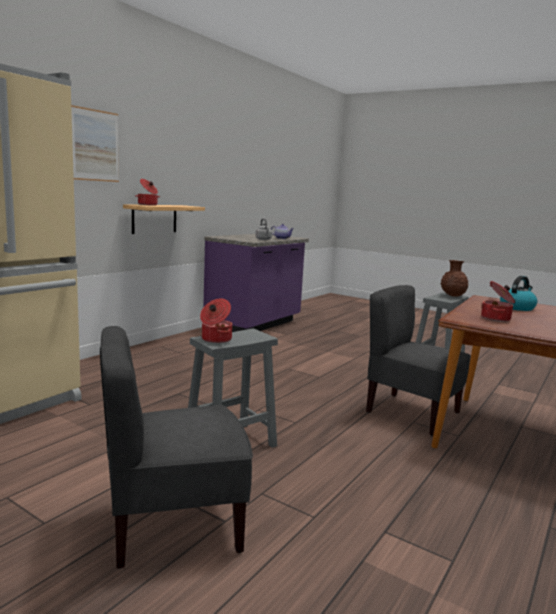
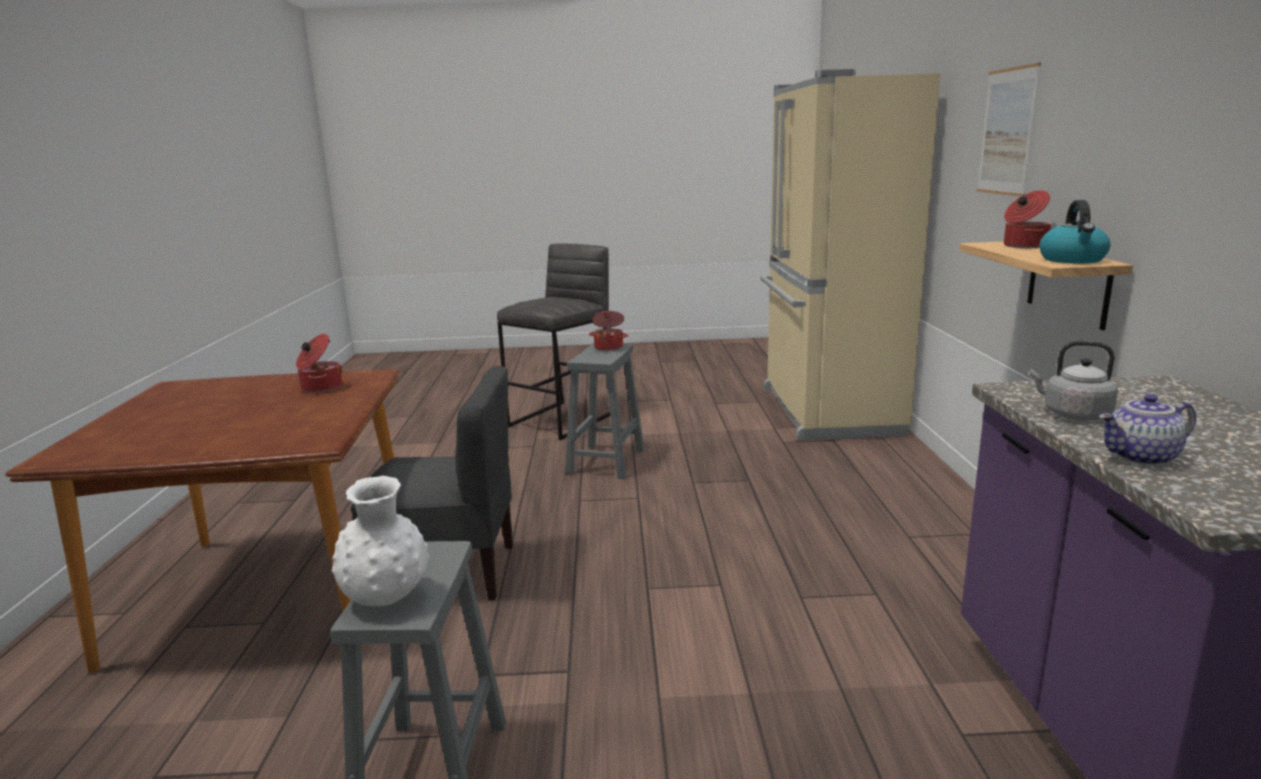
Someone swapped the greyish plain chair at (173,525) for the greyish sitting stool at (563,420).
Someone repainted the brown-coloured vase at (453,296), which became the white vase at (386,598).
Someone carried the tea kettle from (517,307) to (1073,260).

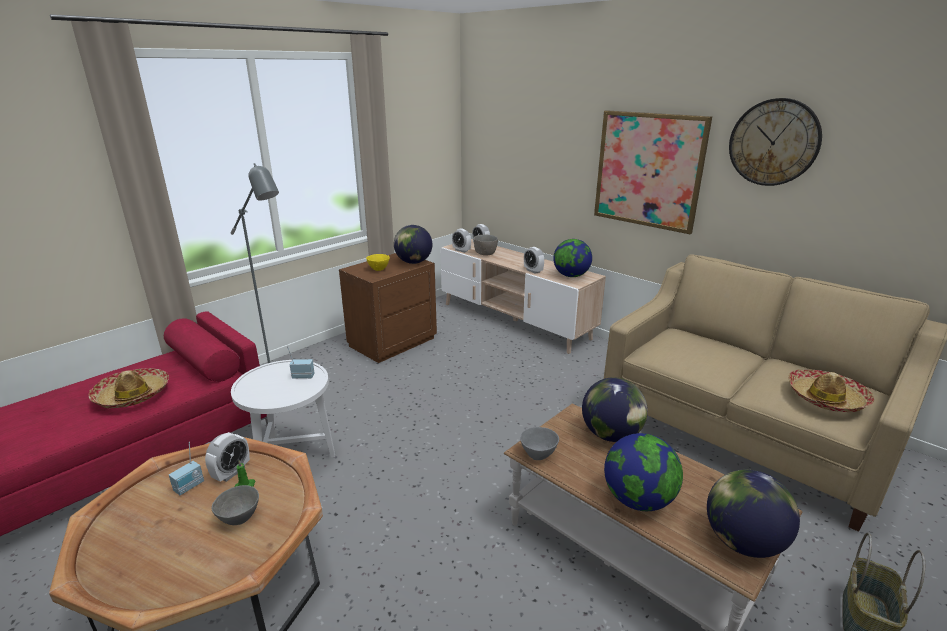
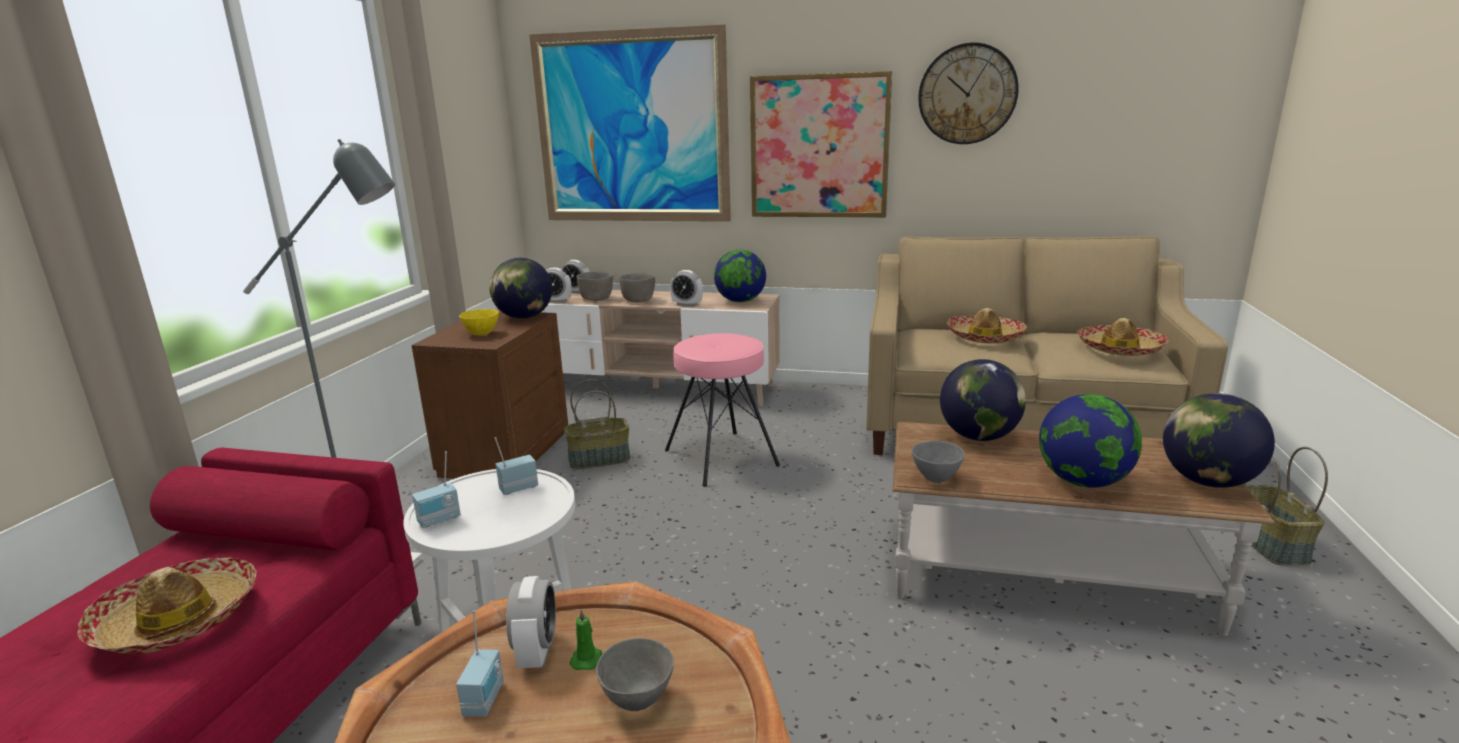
Someone put down the radio at (440,520).
Someone put up the wall picture at (631,129).
Someone put down the basket at (600,459).
Someone put down the greyish deep dish at (639,300).
Someone put down the pinkish sitting stool at (721,457).
Someone put down the hat at (985,337).

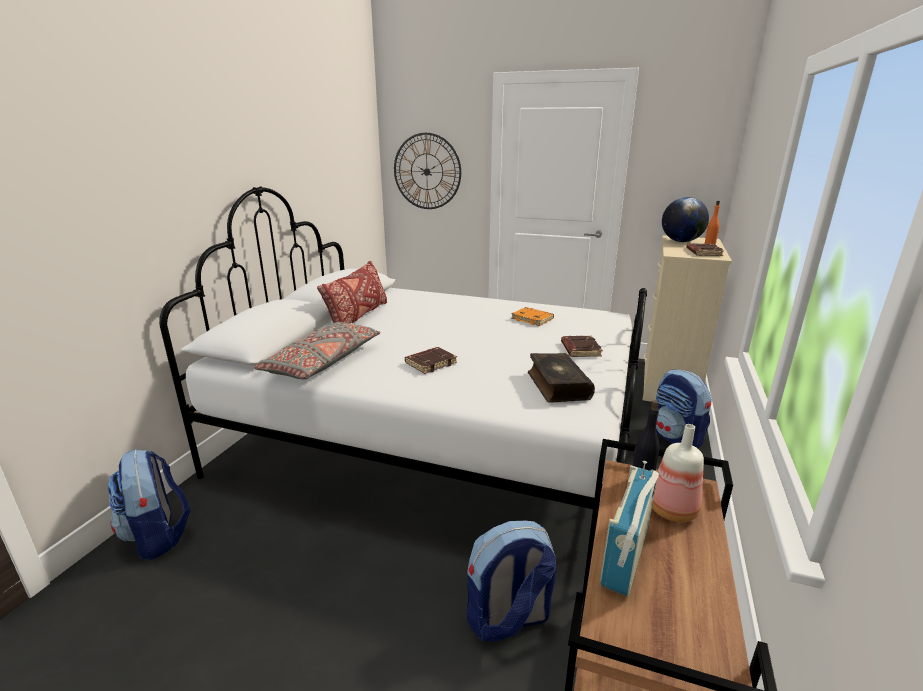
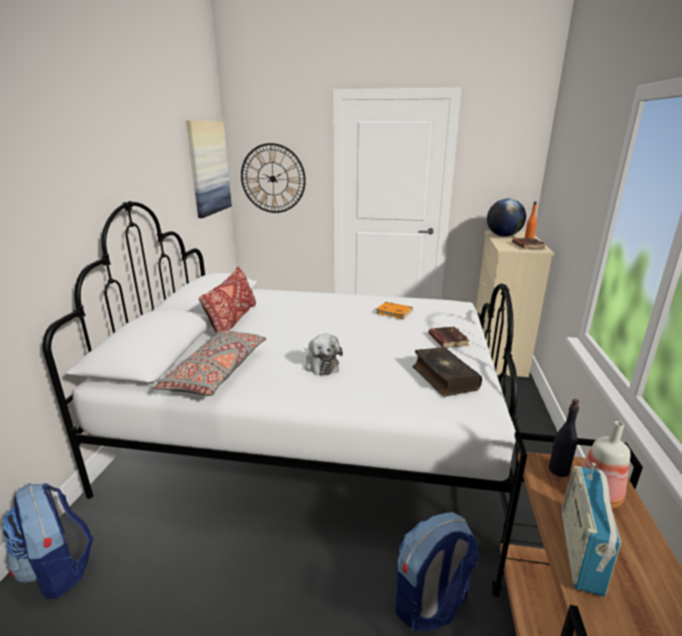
Someone swapped the brown-coloured volume at (430,363) for the cuddly toy at (321,365).
Someone took away the knapsack at (676,438).
Someone put up the wall picture at (208,168).

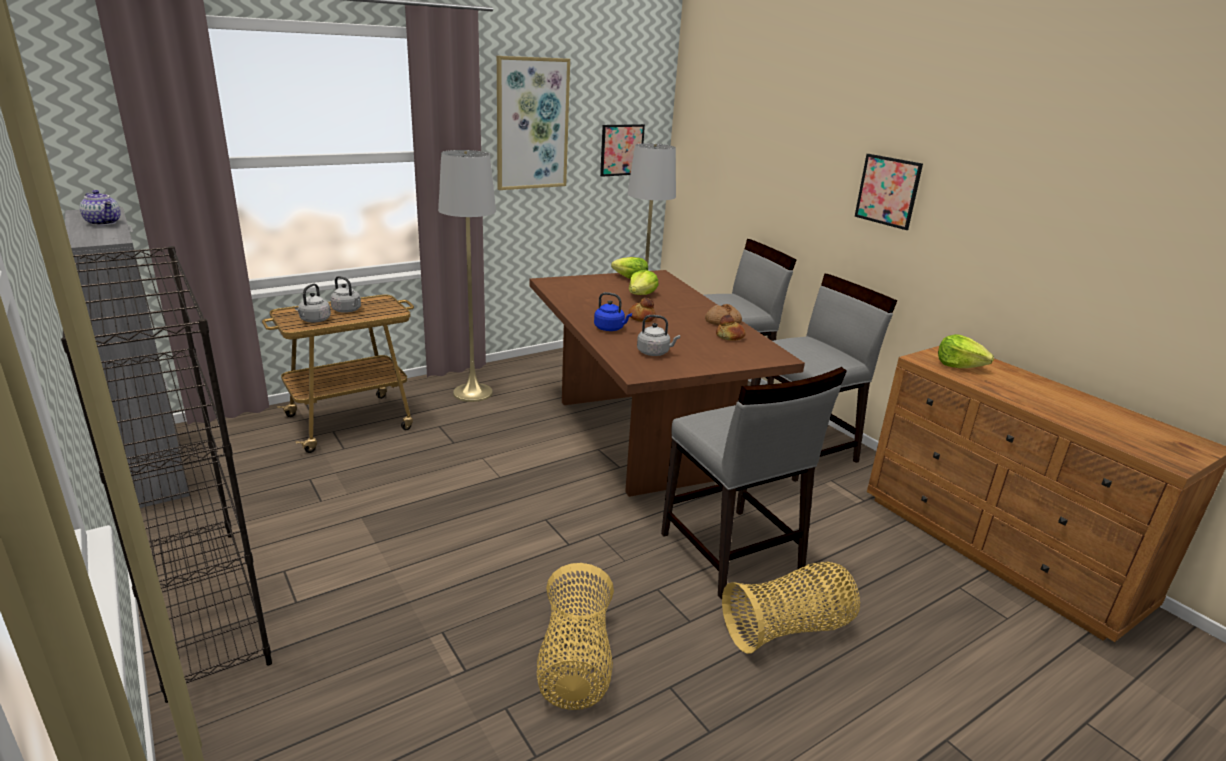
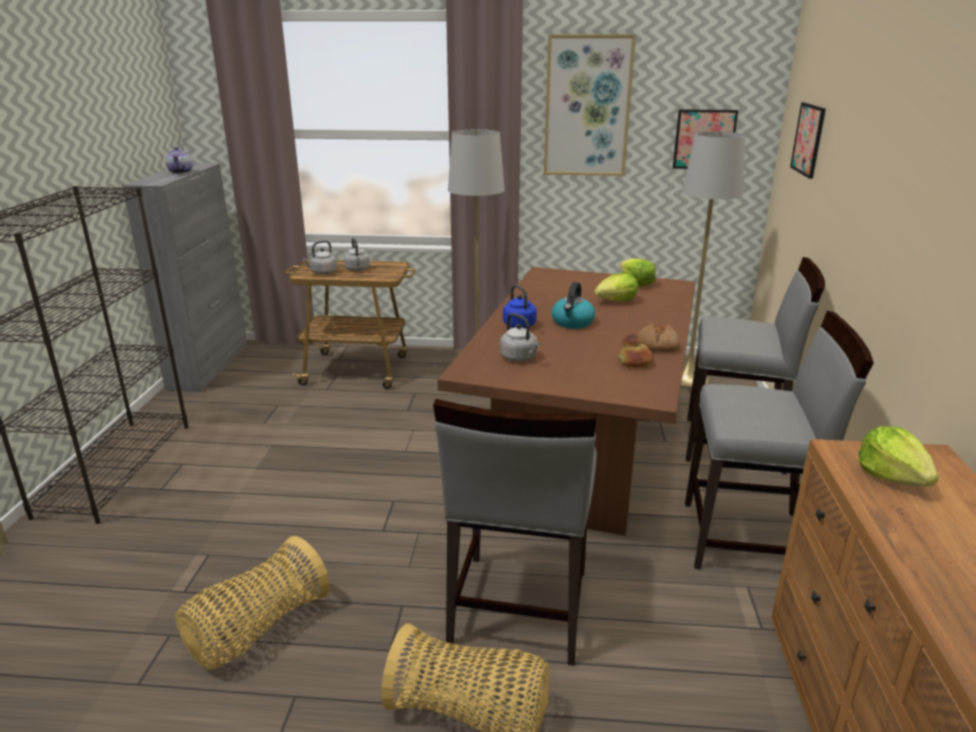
Someone swapped the bakery bread at (642,318) for the tea kettle at (572,322).
Someone carried the wall picture from (888,191) to (808,139).

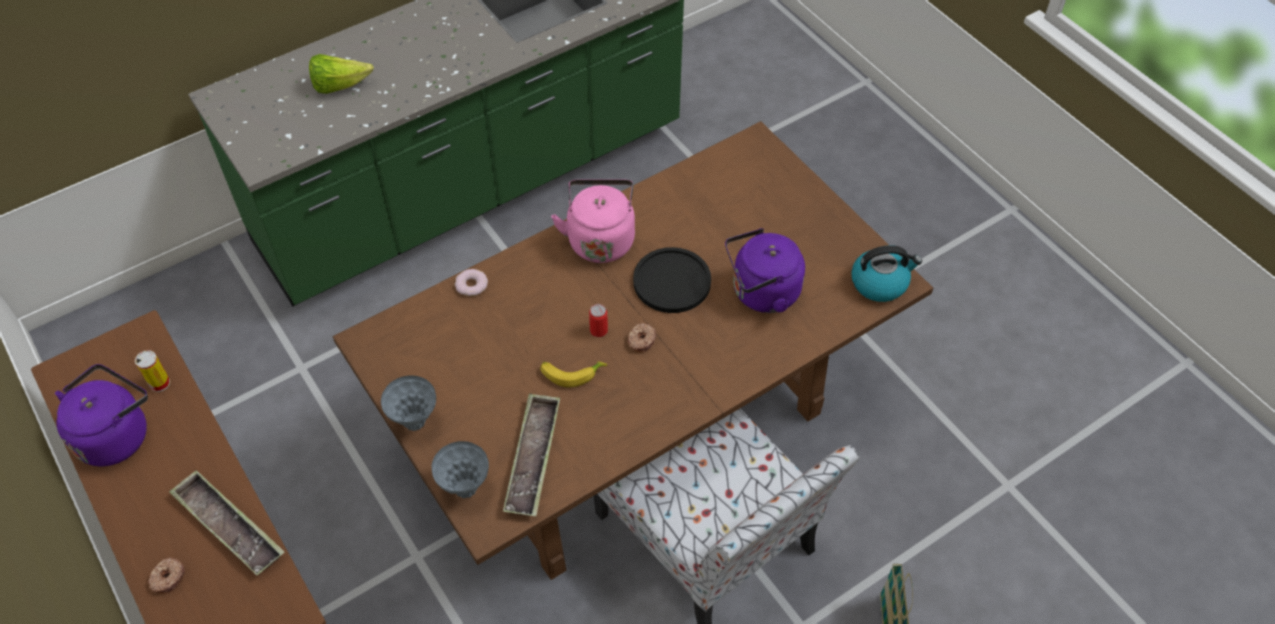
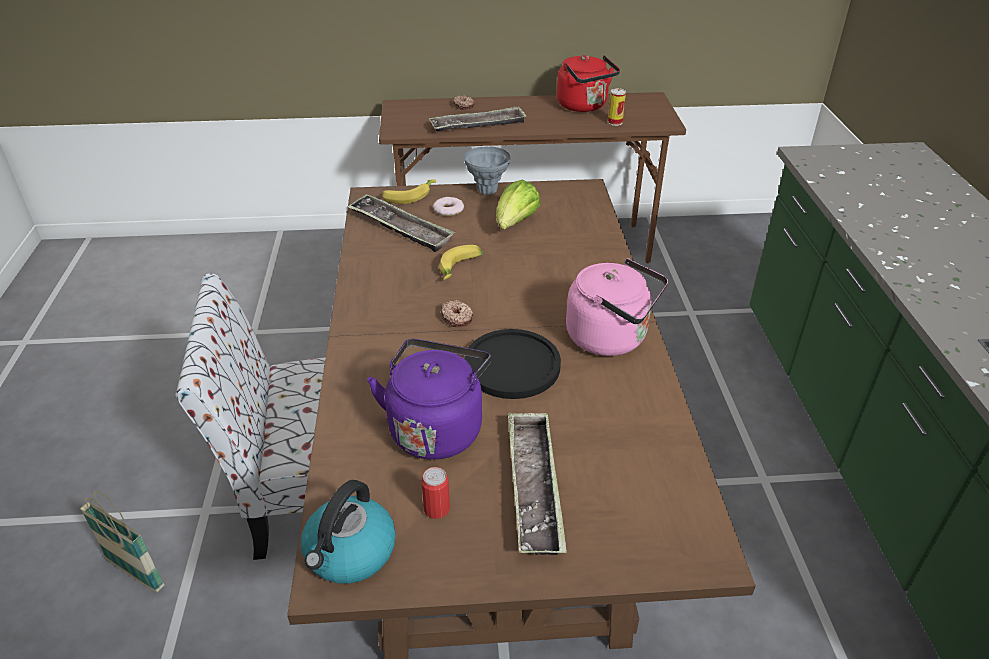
Someone repainted the purple tea kettle at (116,434), which became the red tea kettle at (584,106).
Someone carried the head of lettuce from (339,85) to (515,224).
Someone swapped the greyish vase at (465,488) for the banana fruit at (408,196).
Someone carried the donut from (471,285) to (448,209).
Someone carried the metal can from (598,330) to (436,509).
Someone put down the serving tray at (534,486).

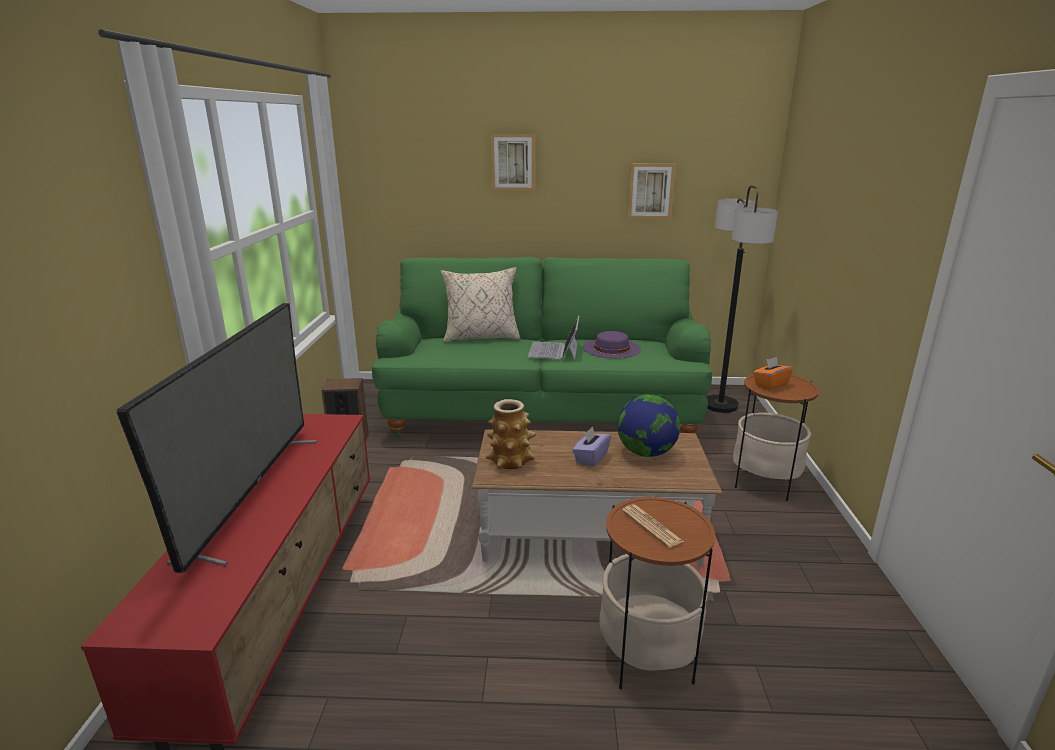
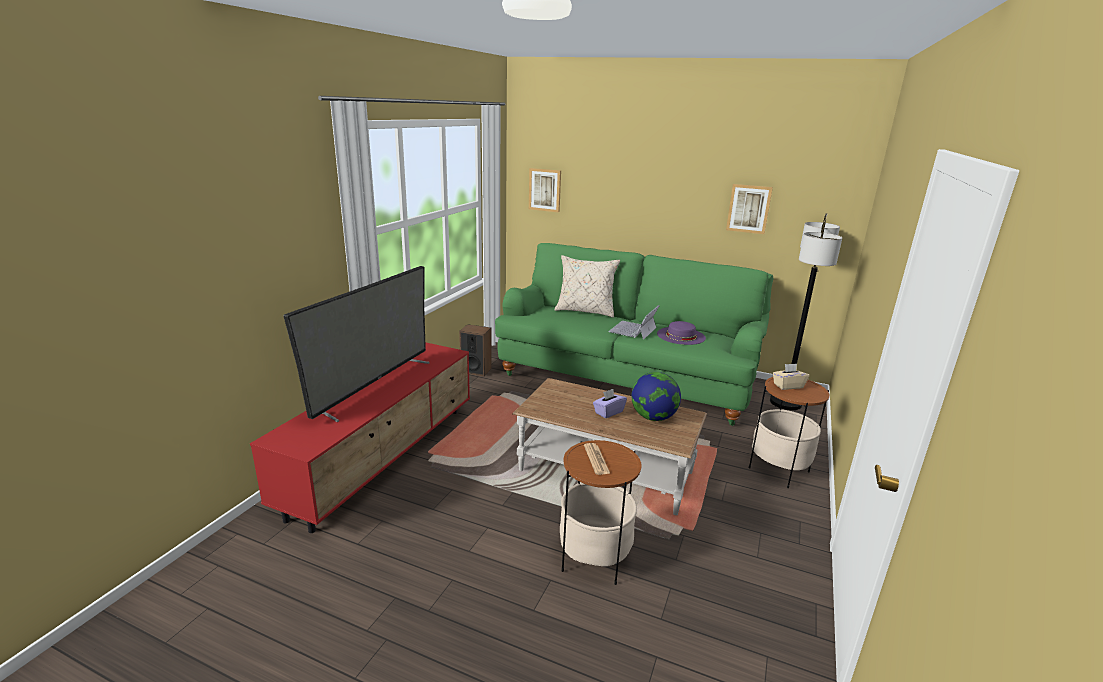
Someone took away the vase at (511,461).
Someone carried the wall picture from (513,162) to (545,190).
Someone repainted the orange tissue holder at (770,384), which became the sand-coloured tissue holder at (788,386).

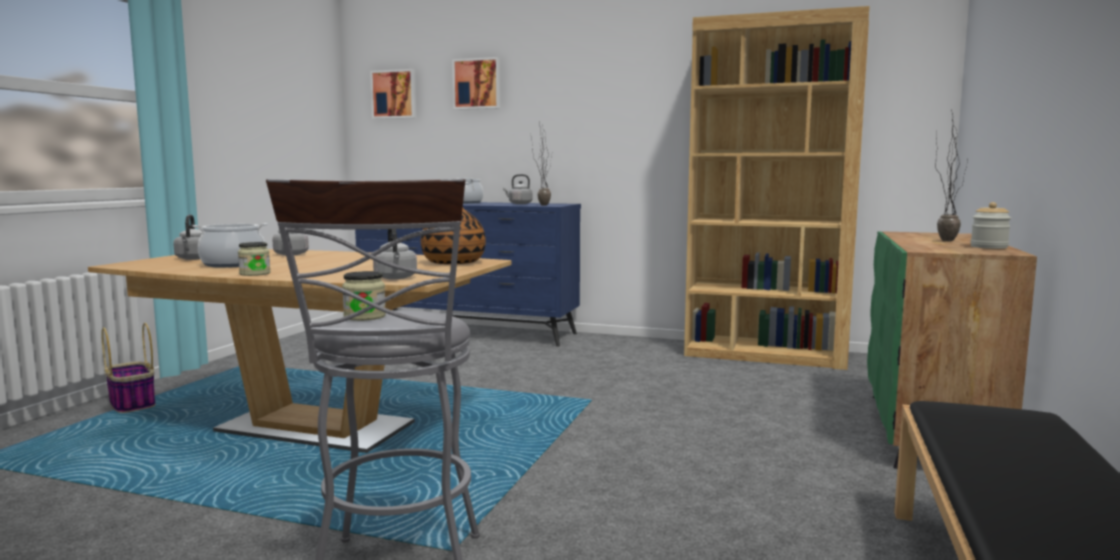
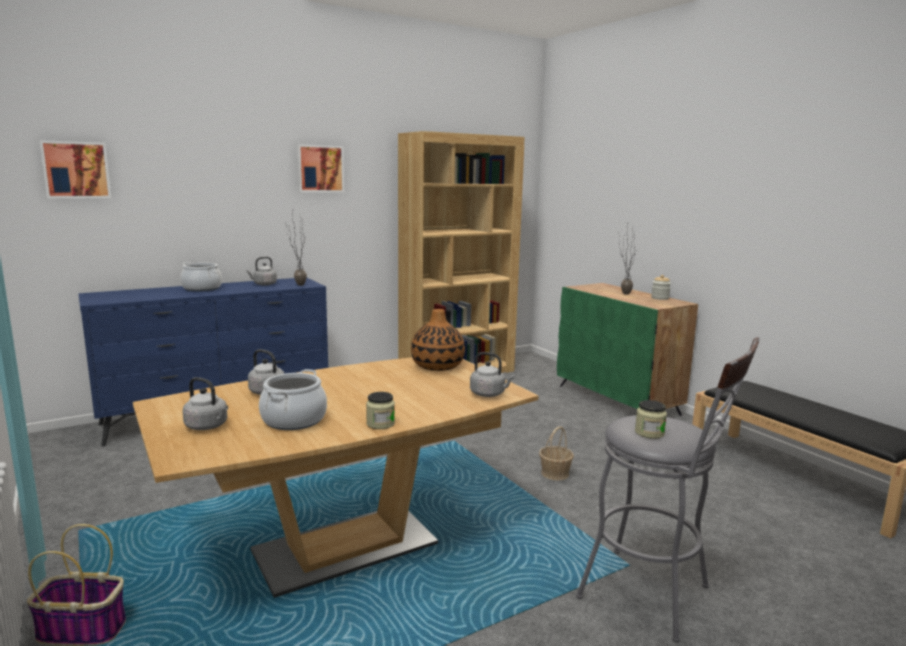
Someone carried the wall picture from (477,84) to (320,168).
Someone put down the basket at (555,473).

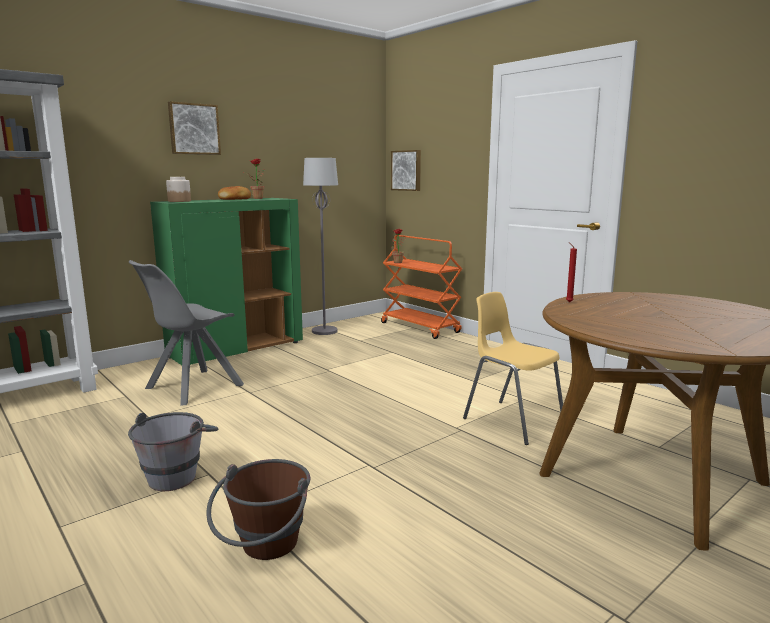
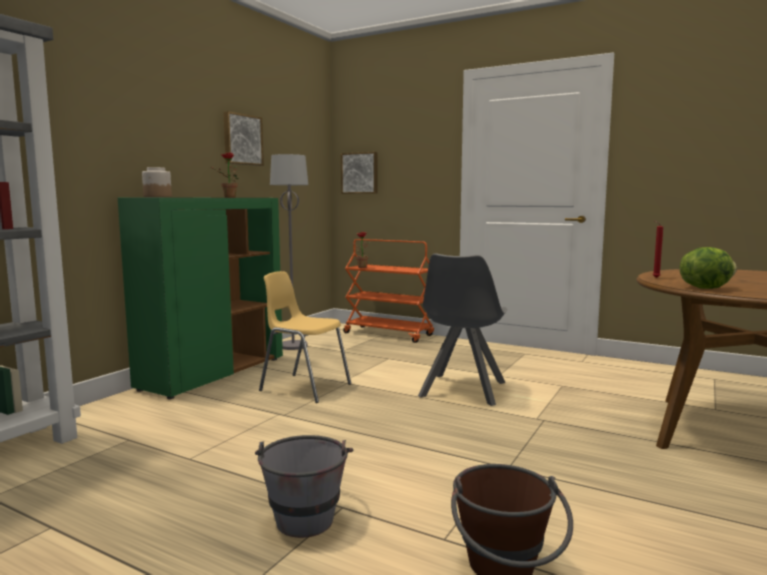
Someone carried the greyish plain chair from (192,388) to (462,390).
Someone carried the wall picture from (194,129) to (242,139).
Someone took away the bakery bread at (235,199).
Someone carried the yellow-coloured plain chair from (512,421) to (304,387).
Someone put down the head of lettuce at (704,288).

